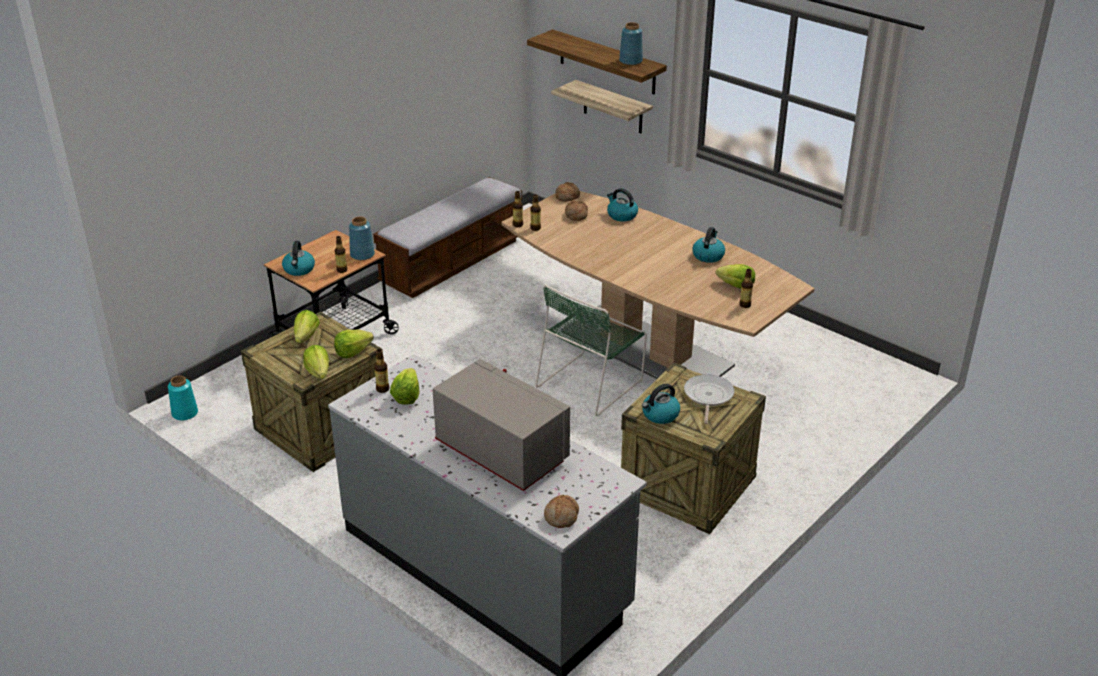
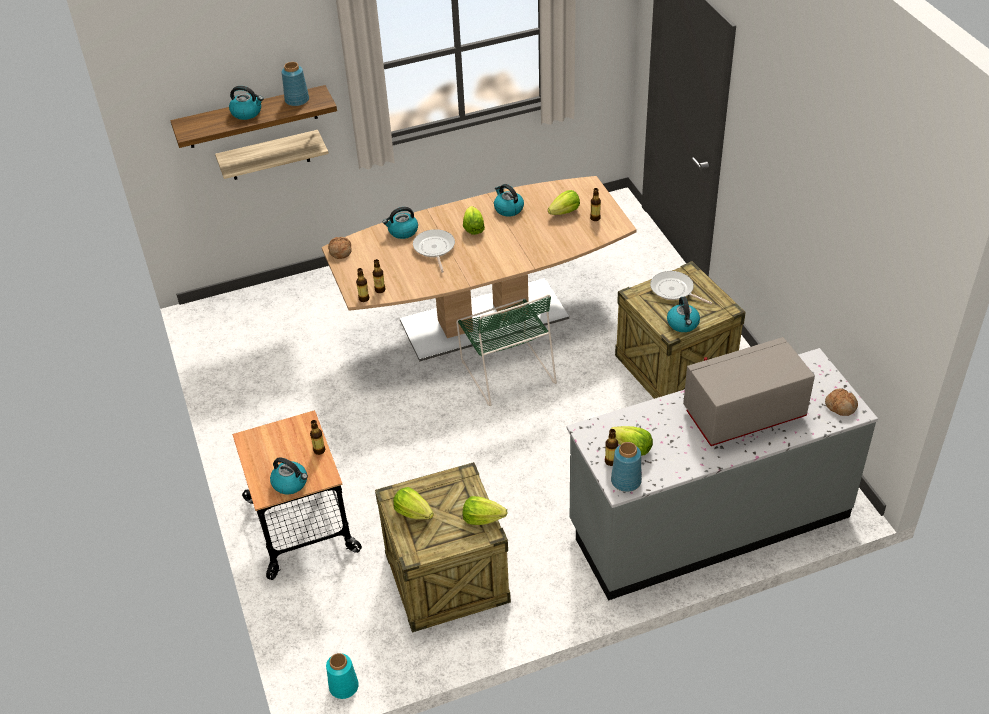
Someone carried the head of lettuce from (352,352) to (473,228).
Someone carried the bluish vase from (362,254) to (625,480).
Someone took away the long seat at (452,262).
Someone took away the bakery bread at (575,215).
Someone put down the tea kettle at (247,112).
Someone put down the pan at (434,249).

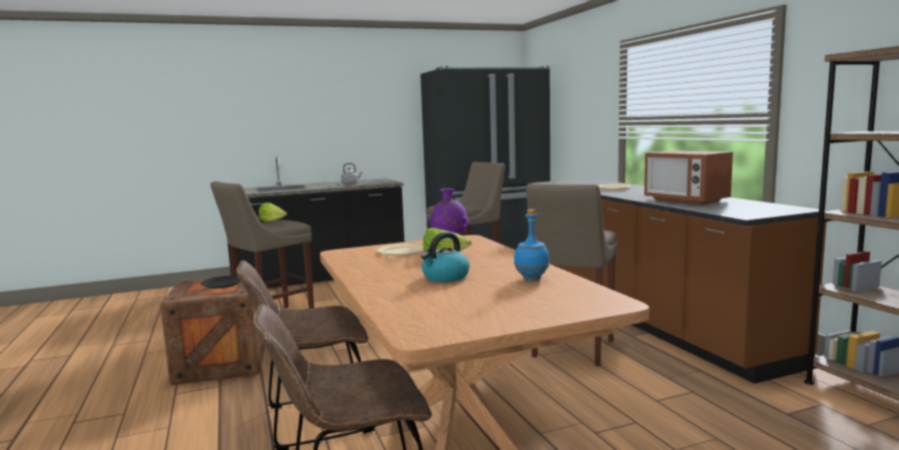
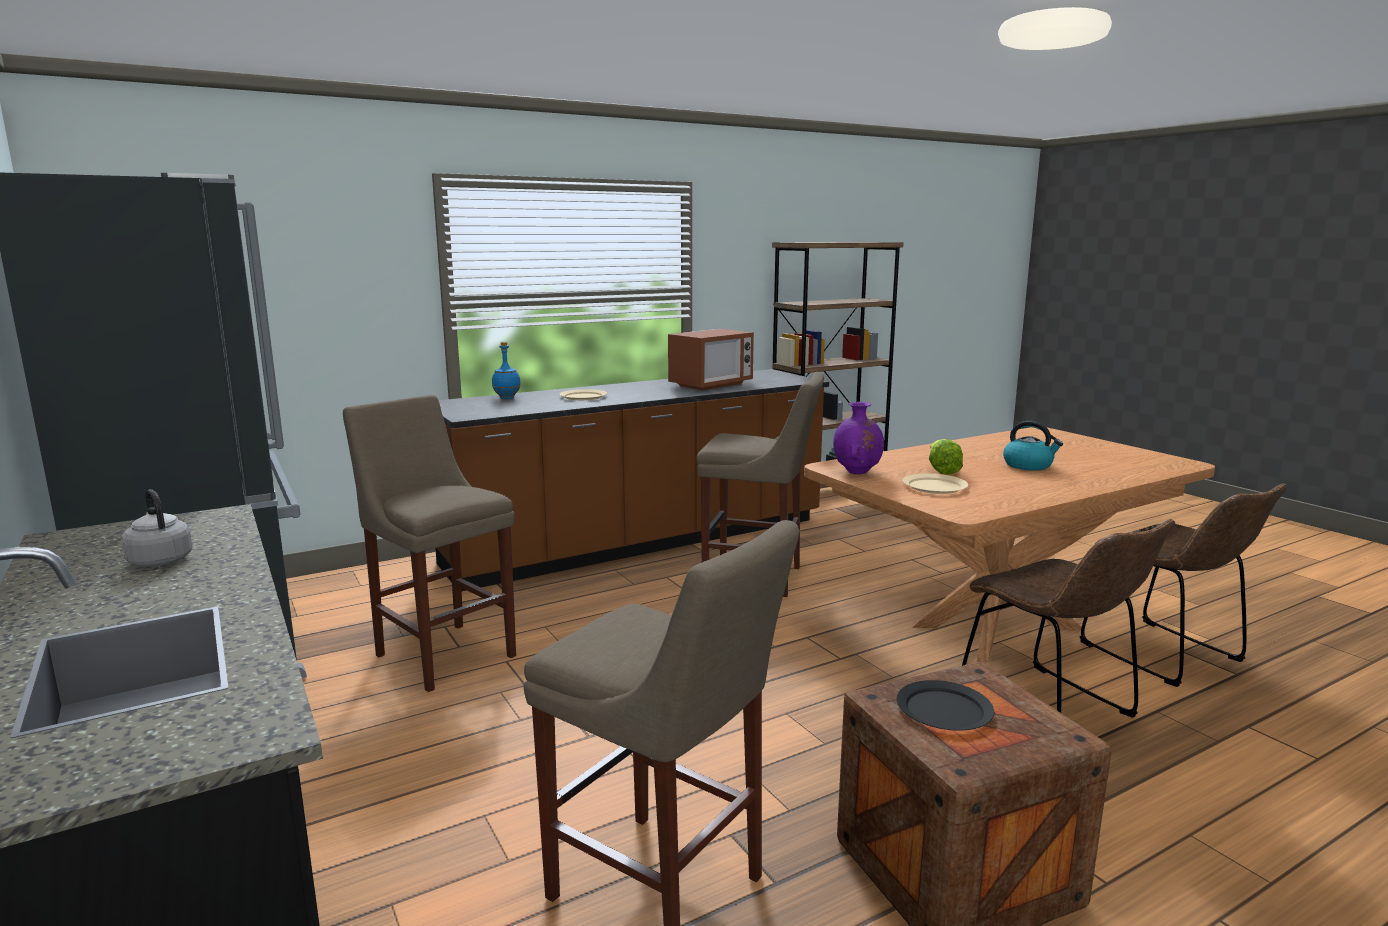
Someone took away the head of lettuce at (273,222).
Someone carried the bluish bottle from (531,279) to (507,398).

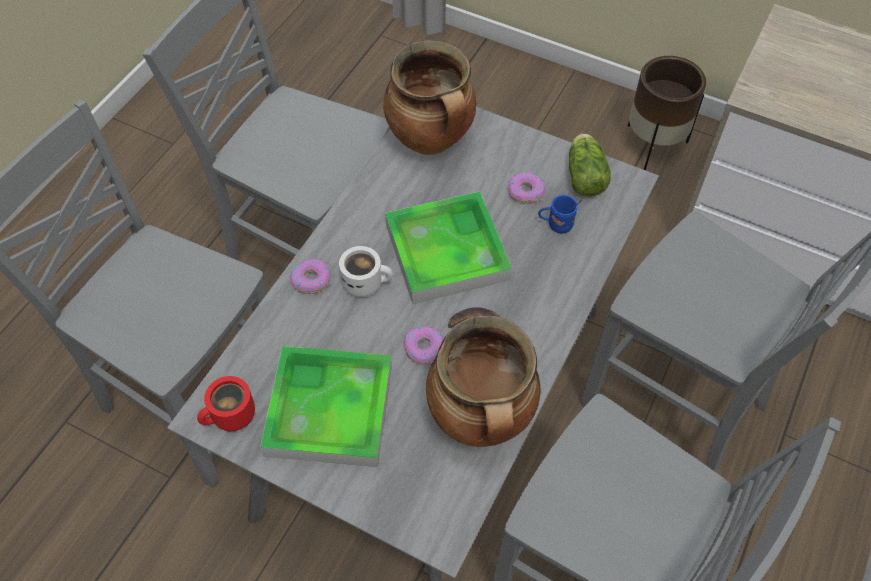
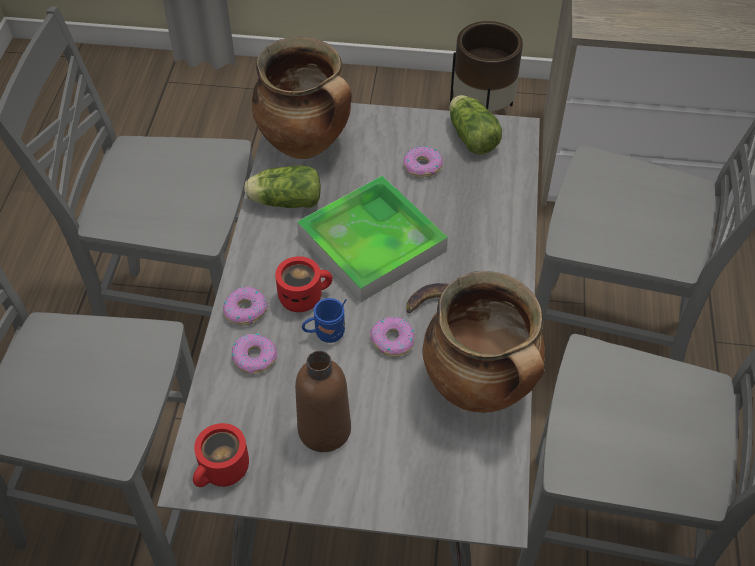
Someone swapped the serving tray at (329,409) for the brown-coloured bottle at (324,430).
Someone repainted the white coffee mug at (366,282), which became the red coffee mug at (304,296).
Someone carried the bluish coffee mug from (556,225) to (325,334).
Someone put down the donut at (254,357).
Someone put down the head of lettuce at (283,201).

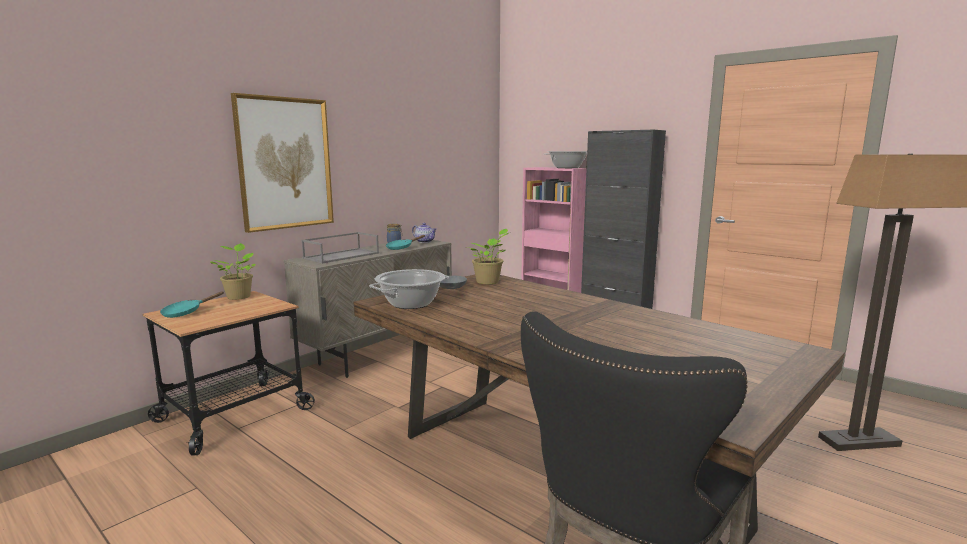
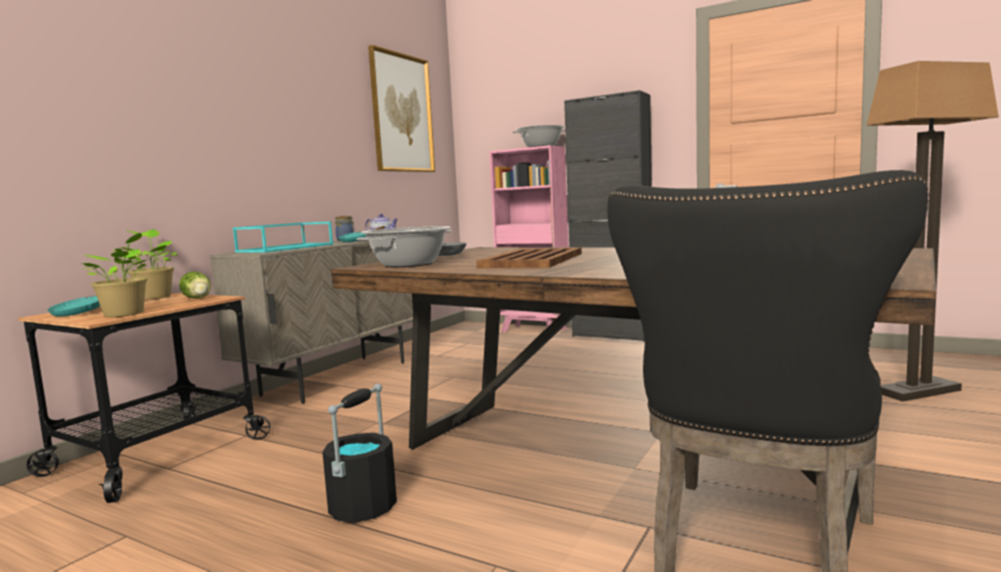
Someone carried the wall picture from (285,163) to (402,113).
Someone repainted the greyish serving tray at (342,255), which became the turquoise serving tray at (286,248).
Someone carried the houseplant from (489,282) to (126,314).
Someone put down the head of lettuce at (198,299).
Someone put down the black-coloured pail at (362,508).
Someone put down the brown-coloured serving tray at (532,260).

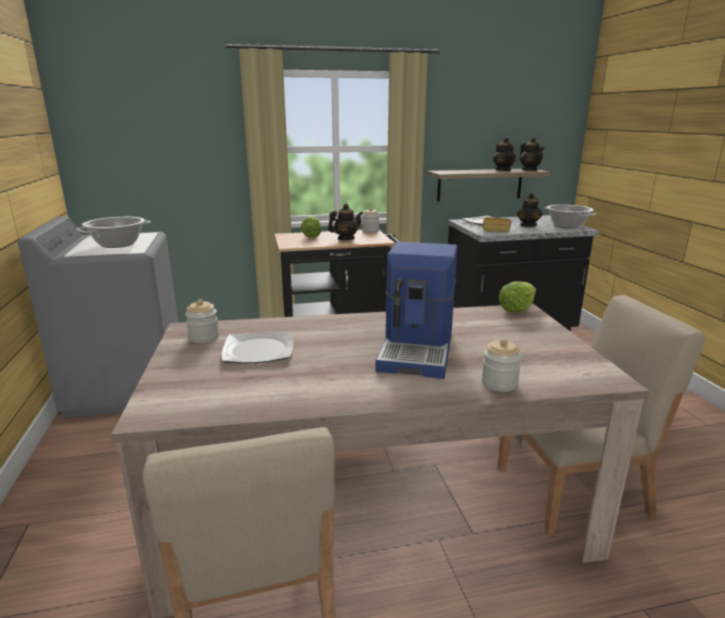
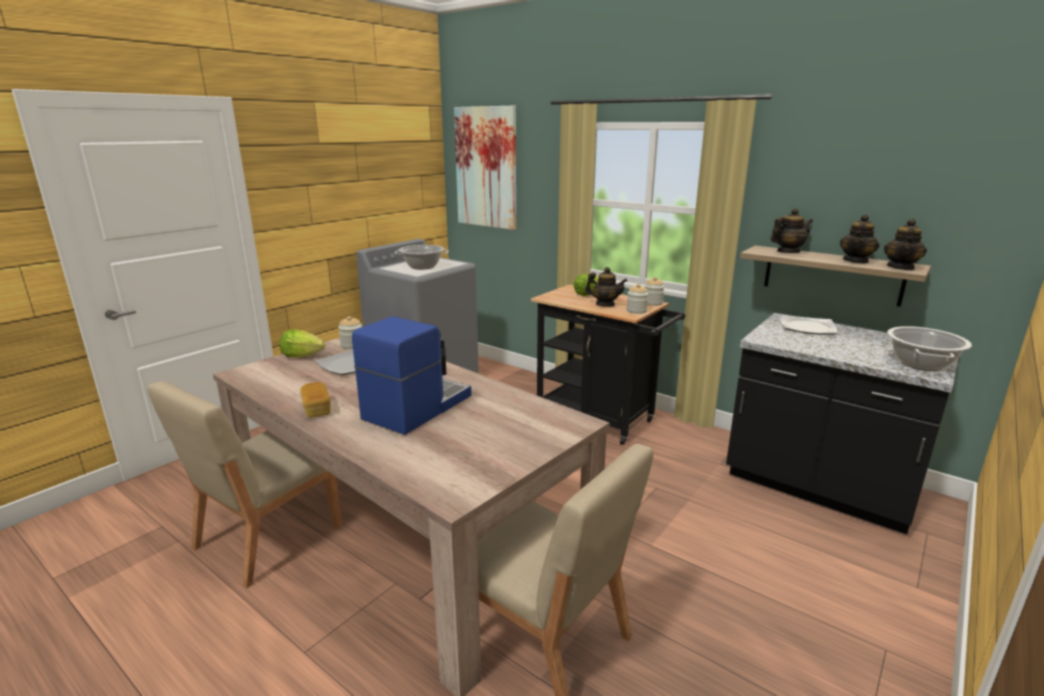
Someone rotated the coffee maker at (418,349) by 150 degrees clockwise.
Someone carried the storage jar from (499,383) to (636,311).
Someone carried the bakery bread from (496,231) to (317,409).
Someone carried the head of lettuce from (516,309) to (302,356).
Someone carried the teapot from (527,225) to (787,252).
Someone put up the wall picture at (486,168).

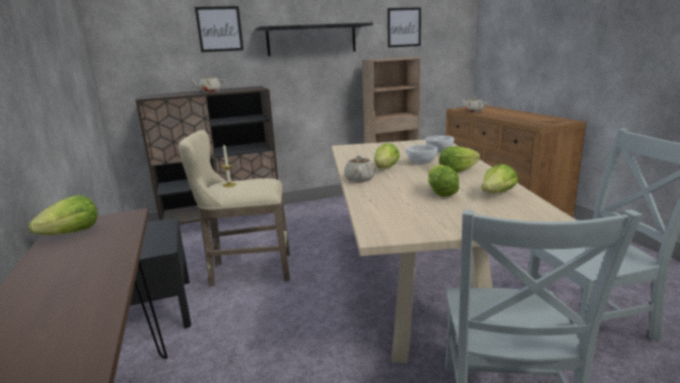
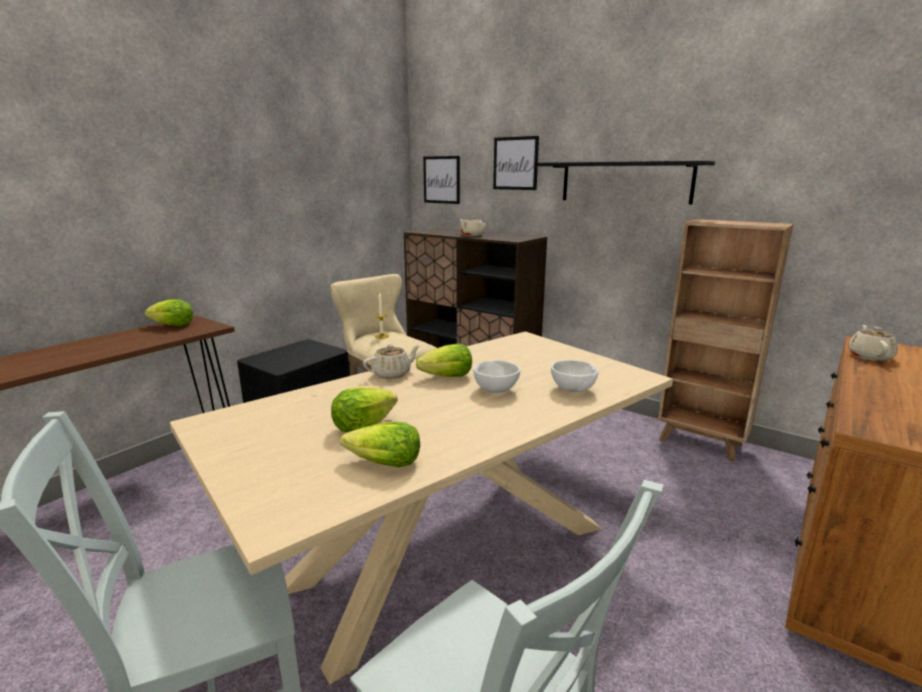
Someone carried the wall picture from (404,27) to (441,180).
Someone took away the head of lettuce at (457,171).

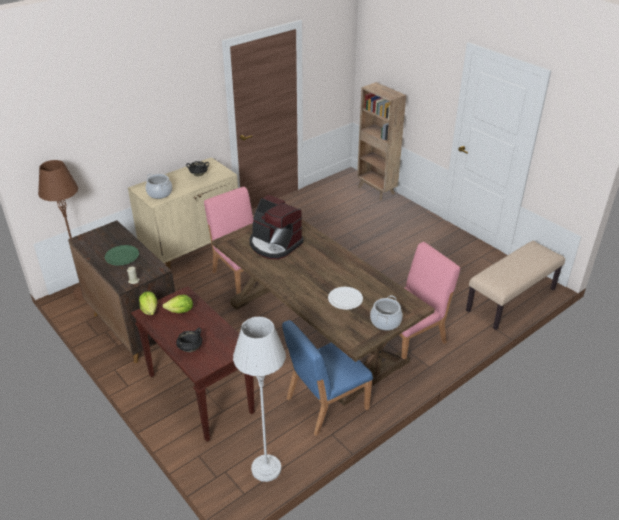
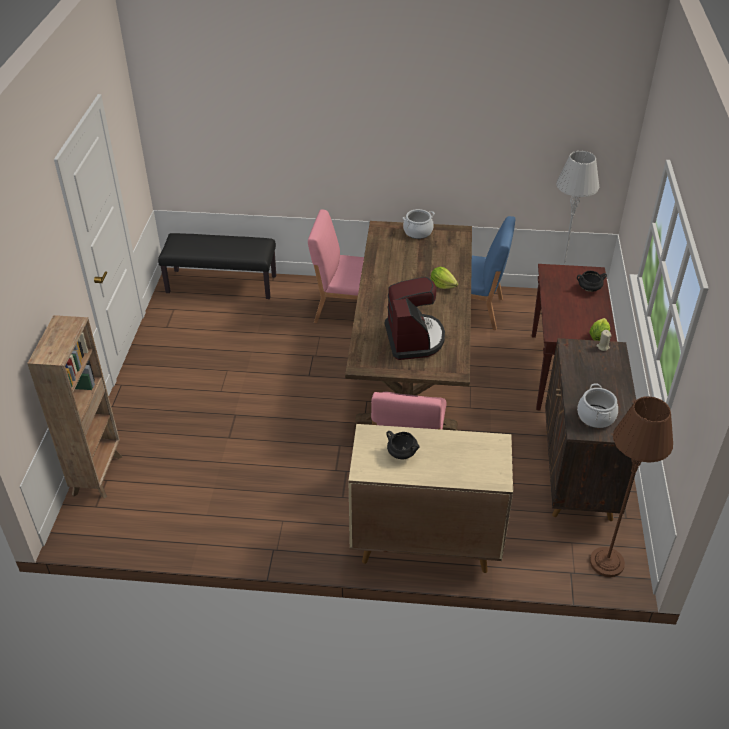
Someone took away the green-coloured dinner plate at (122,256).
Someone carried the stockpot from (160,193) to (595,416).
Someone carried the head of lettuce from (180,311) to (442,285).
Someone took away the white dinner plate at (345,299).
Someone repainted the sand-coloured long seat at (511,300), which became the black-coloured long seat at (222,284).

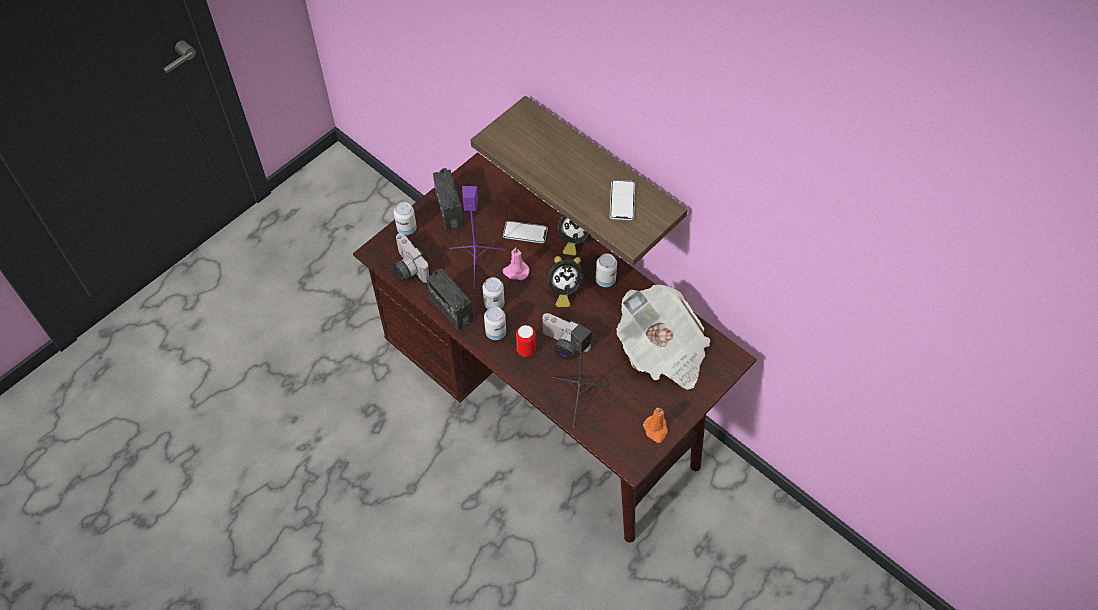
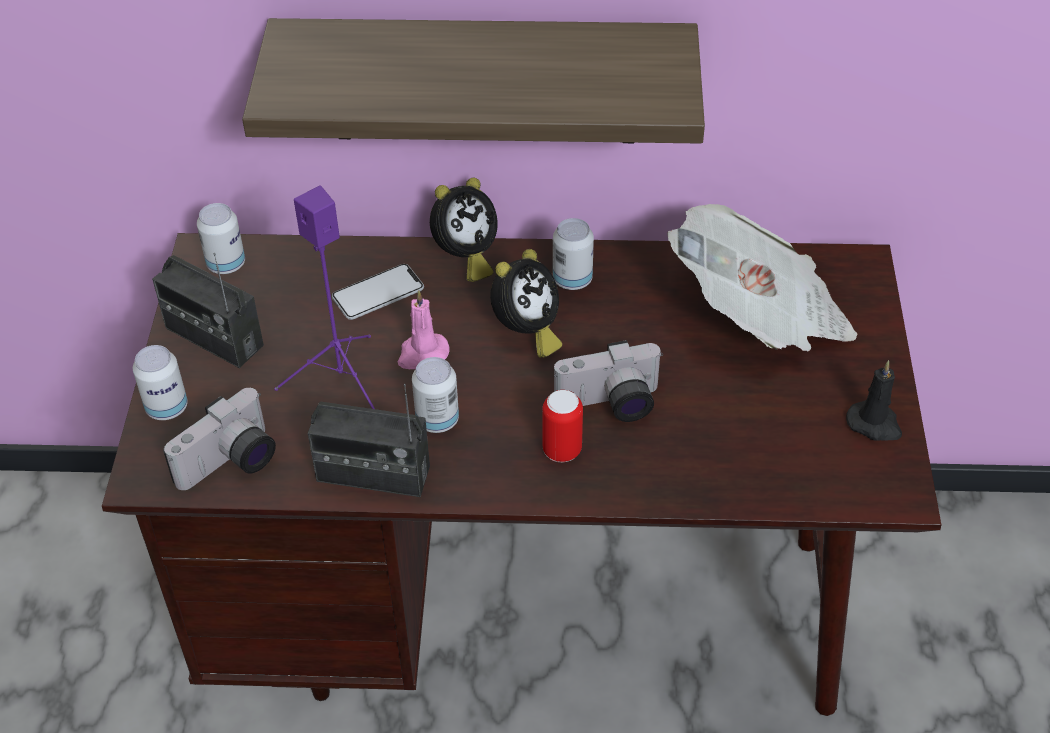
Someone rotated the still camera at (407,268) by 60 degrees counterclockwise.
Someone carried the metal can from (495,332) to (226,264).
Someone took away the black-coloured loudspeaker at (579,396).
Someone took away the telephone at (622,201).
Someone repainted the orange wax light at (656,430), which became the black-coloured wax light at (875,424).

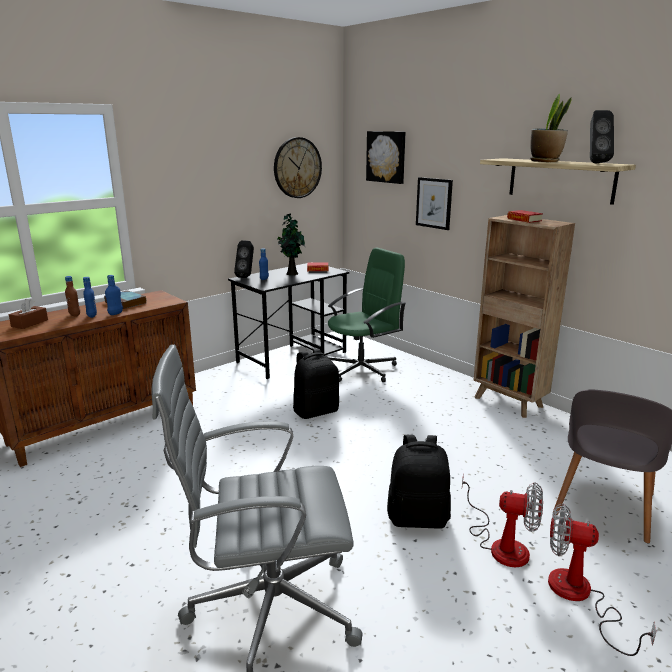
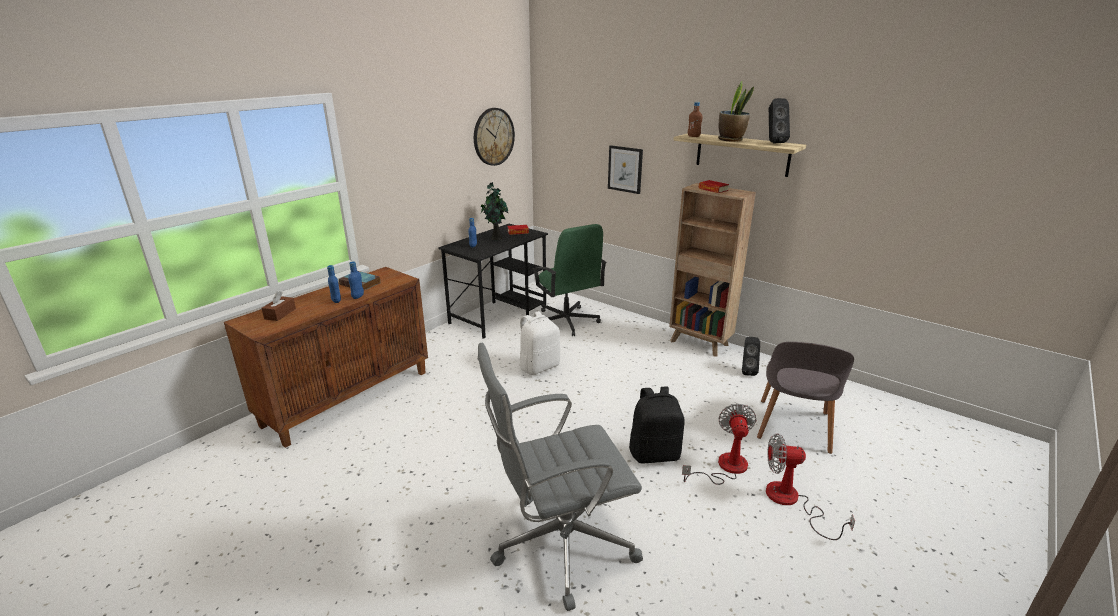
Someone carried the brown-coloured bottle from (74,315) to (693,136).
Someone carried the black-coloured loudspeaker from (247,276) to (747,371).
Someone repainted the black-coloured knapsack at (316,411), which became the white knapsack at (539,366).
Someone rotated the green-coloured office chair at (362,369) by 105 degrees clockwise.
Someone took away the wall picture at (386,157).
Someone rotated the electric fan at (501,544) by 90 degrees counterclockwise.

